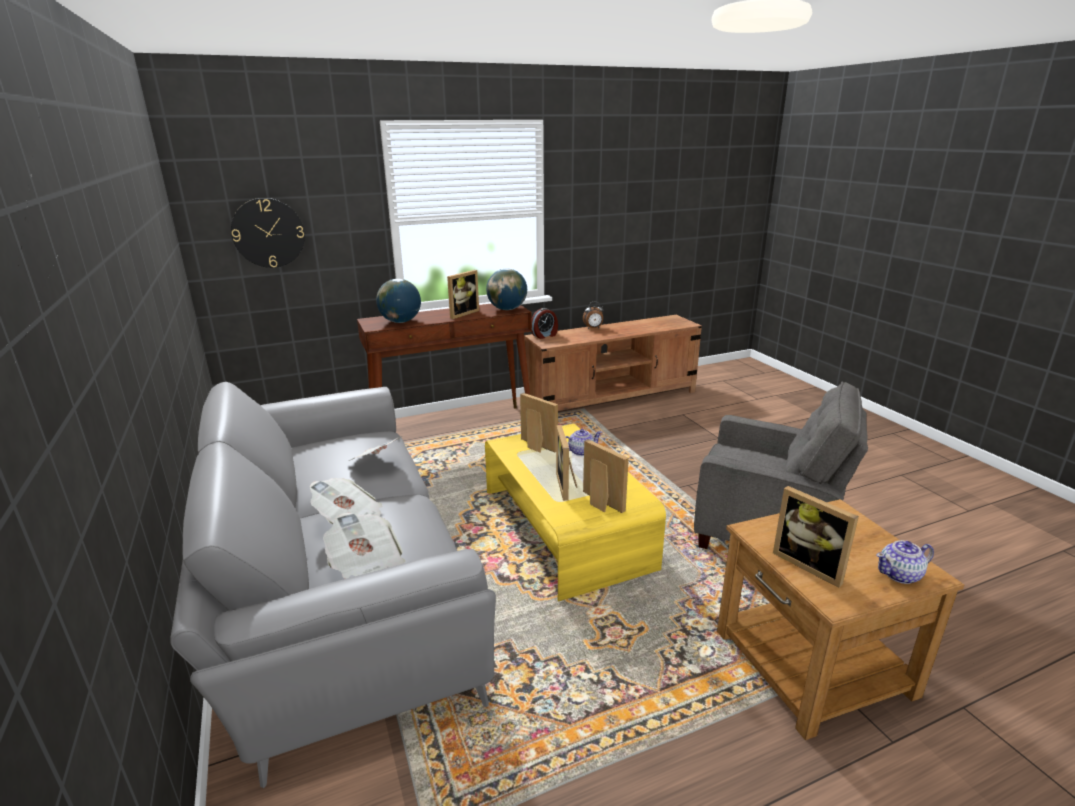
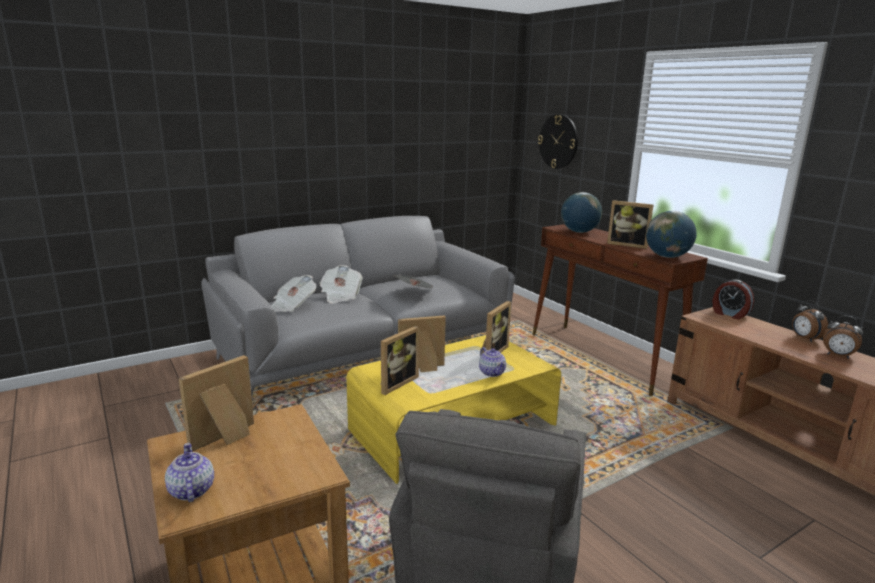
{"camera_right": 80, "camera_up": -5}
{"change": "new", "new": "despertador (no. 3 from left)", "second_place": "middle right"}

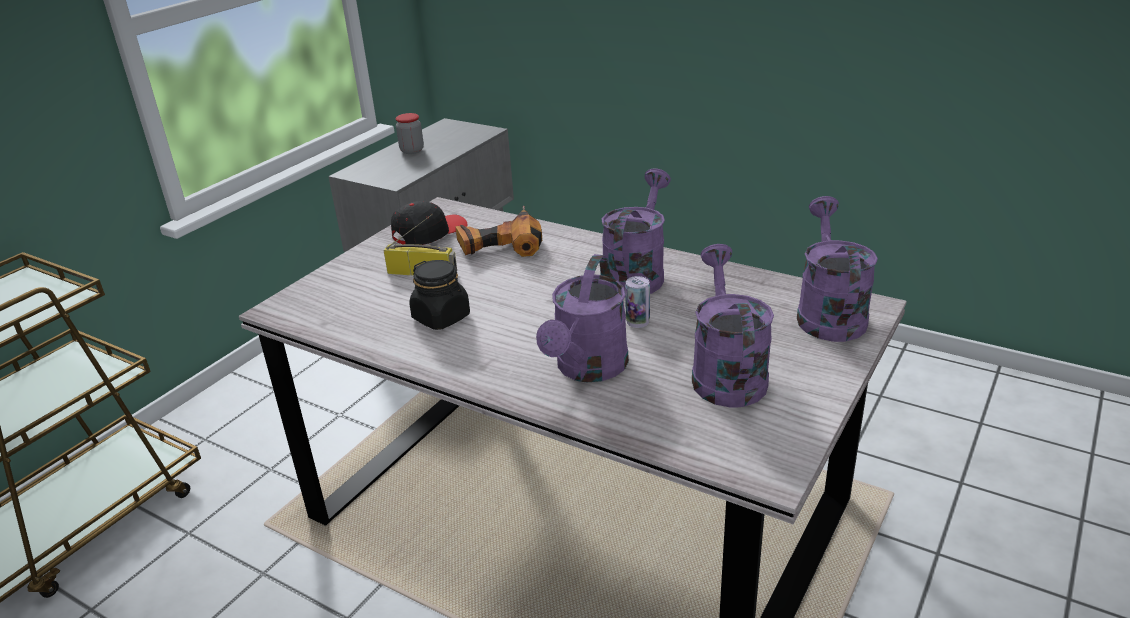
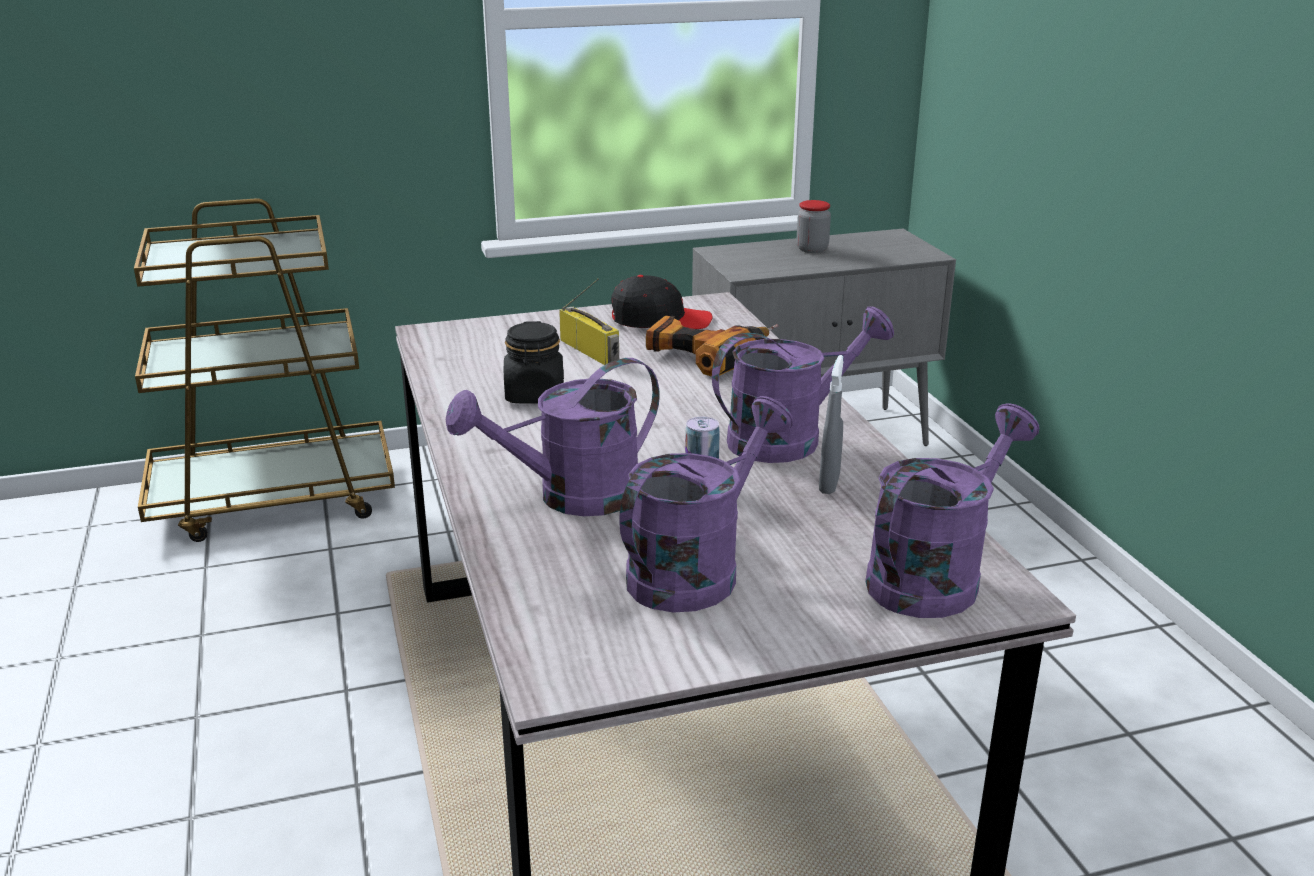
{"camera_right": 40, "camera_up": -5}
{"change": "new", "new": "pulverizador/gris", "second_place": "centre"}

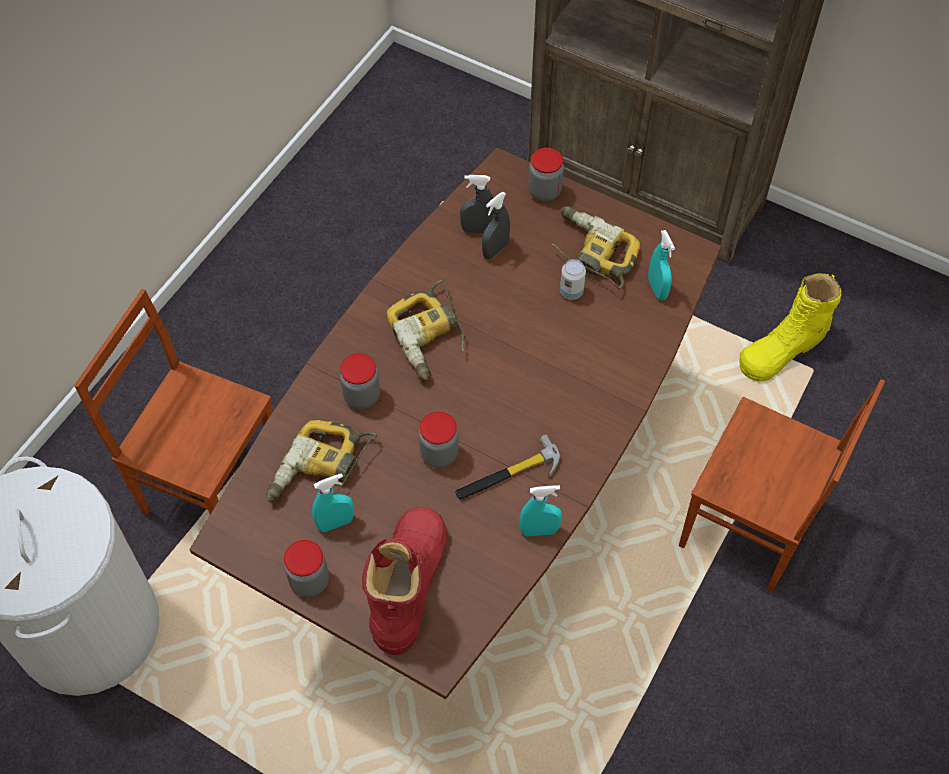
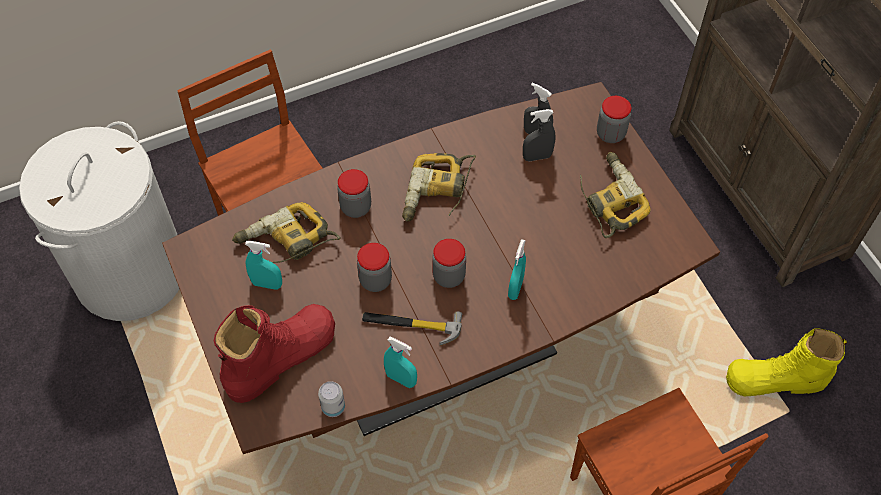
{"camera_right": 35, "camera_up": 0}
{"change": "shifted", "old": "pulverizador/turquesa (no. 3 from left)", "first_place": "middle right", "second_place": "centre"}
{"change": "shifted", "old": "lata", "first_place": "centre", "second_place": "bottom centre"}
{"change": "shifted", "old": "tarro (no. 1 from left in the first image)", "new": "tarro (no. 3 from left)", "first_place": "bottom left", "second_place": "centre"}

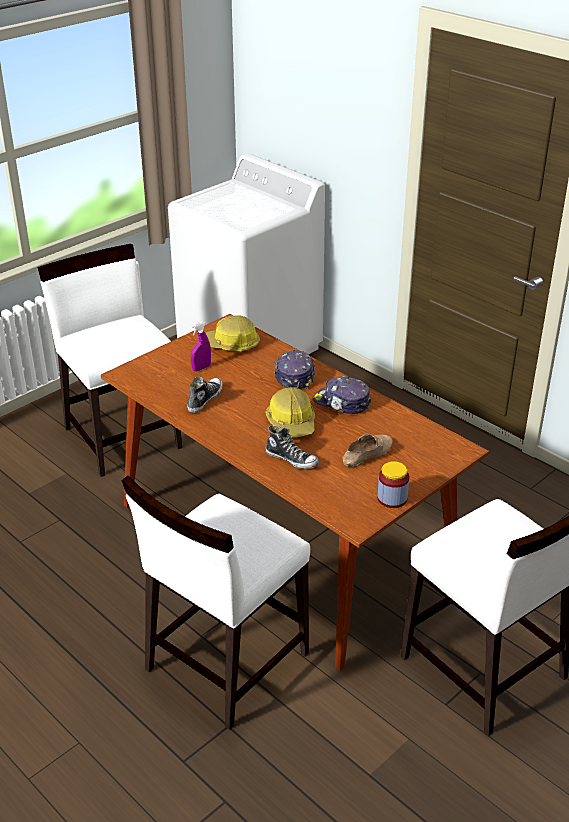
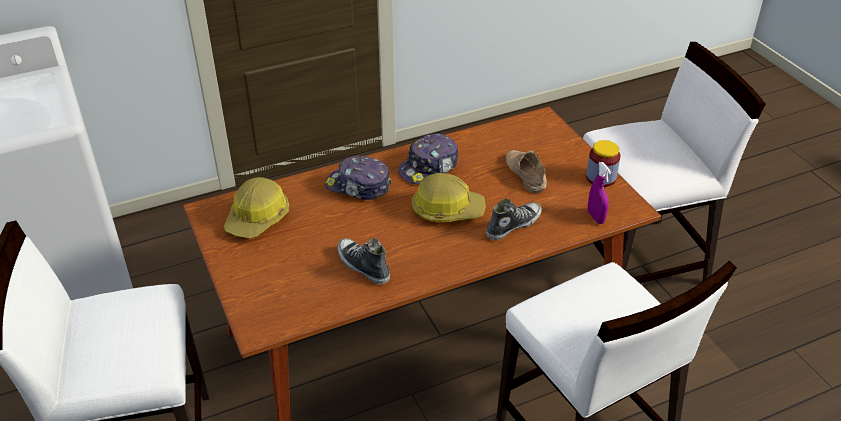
{"camera_right": -70, "camera_up": 5}
{"change": "shifted", "old": "pulverizador/morado", "first_place": "centre", "second_place": "middle right"}

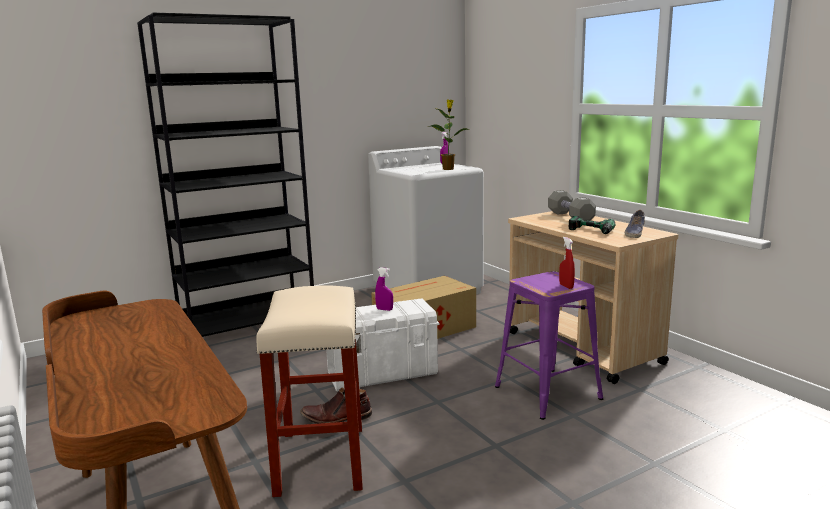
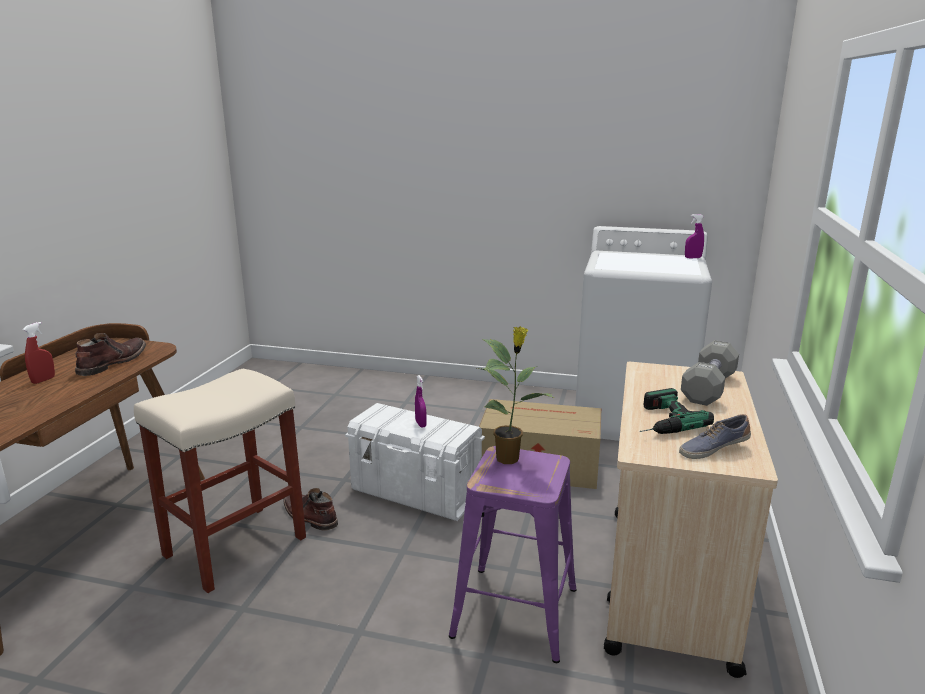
{"camera_right": 45, "camera_up": 5}
{"change": "gone", "old": "estantería/negro", "first_place": "middle left"}
{"change": "shifted", "old": "planta en maceta", "first_place": "top centre", "second_place": "centre"}
{"change": "shifted", "old": "pulverizador/rojo", "first_place": "middle right", "second_place": "middle left"}
{"change": "new", "new": "bota/marrón (no. 1 from left)", "second_place": "middle left"}

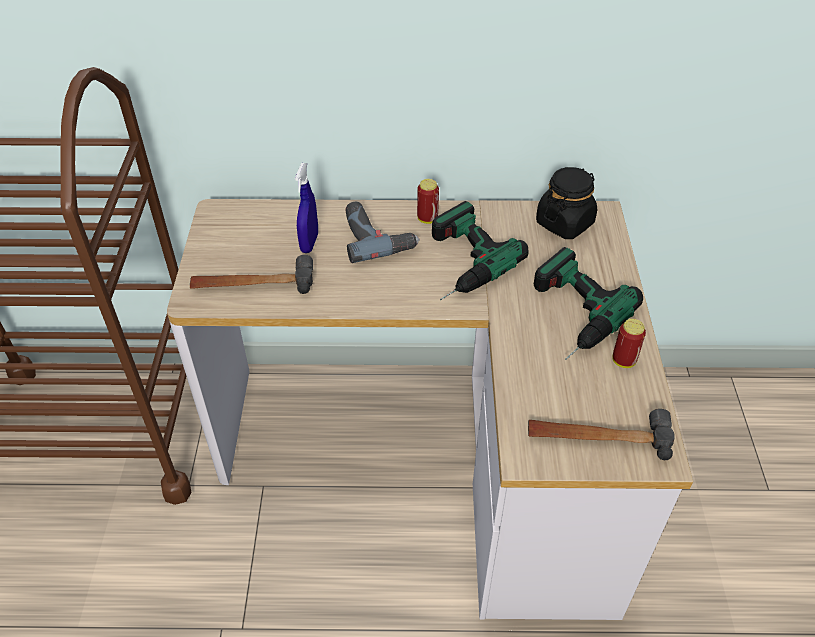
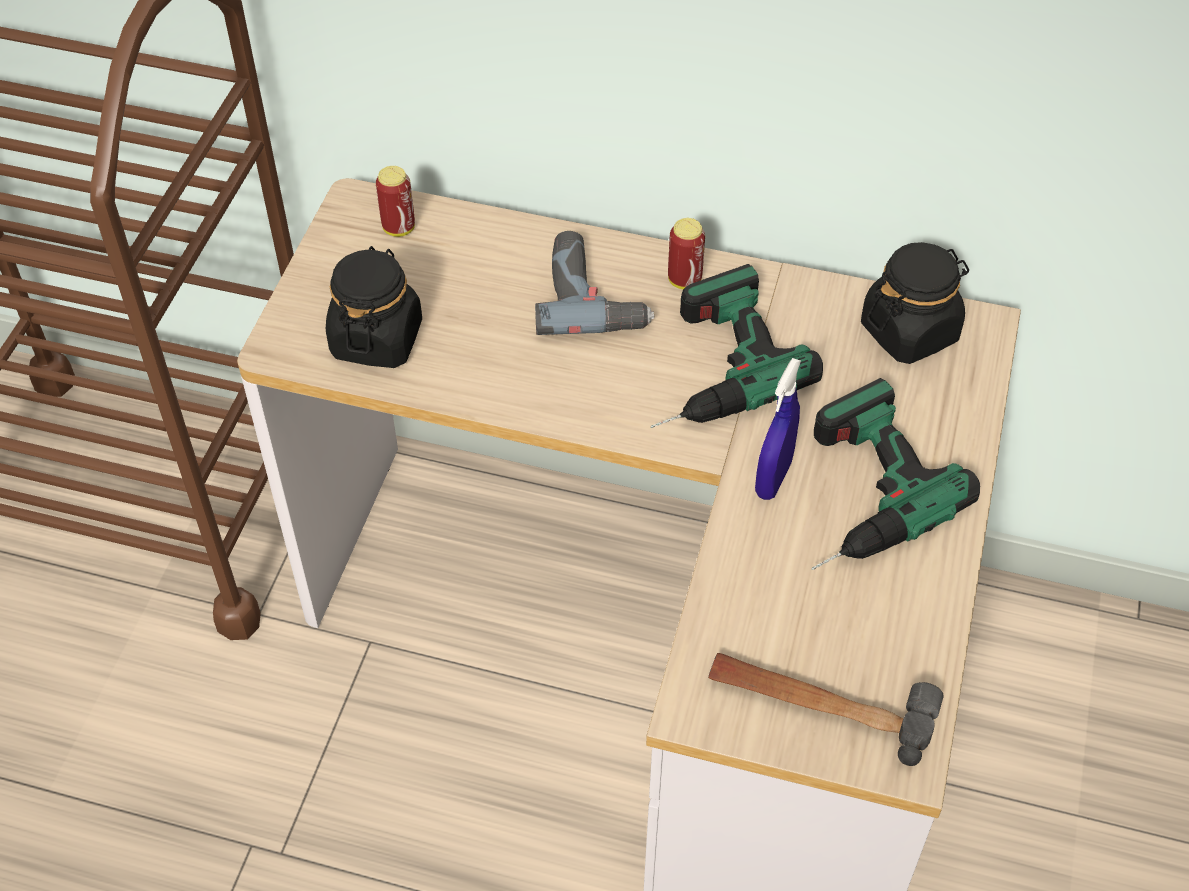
{"camera_right": 15, "camera_up": 5}
{"change": "shifted", "old": "pulverizador/azul", "first_place": "top centre", "second_place": "centre"}
{"change": "swapped", "old": "martillo (no. 1 from left)", "new": "tarro/negro (no. 1 from left)", "first_place": "middle left", "second_place": "middle left"}
{"change": "shifted", "old": "lata (no. 2 from left in the first image)", "new": "lata (no. 1 from left)", "first_place": "middle right", "second_place": "top left"}

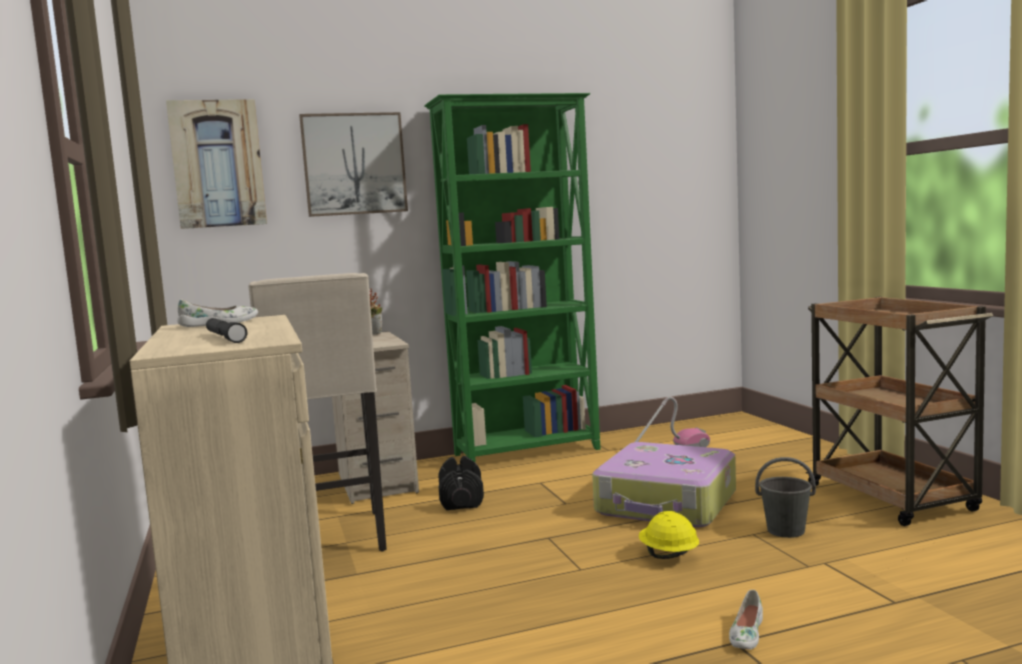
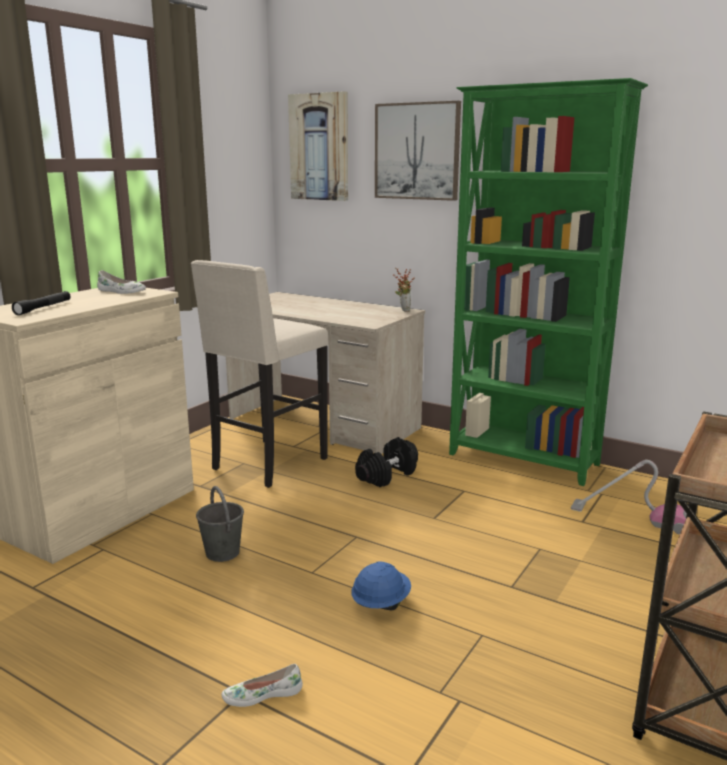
{"camera_right": 50, "camera_up": 10}
{"change": "gone", "old": "maleta", "first_place": "bottom centre"}
{"change": "shifted", "old": "cubo/gris", "first_place": "bottom right", "second_place": "bottom left"}
{"change": "repainted", "old": "casco/amarillo", "new": "casco/azul", "first_place": "bottom centre", "second_place": "bottom centre"}

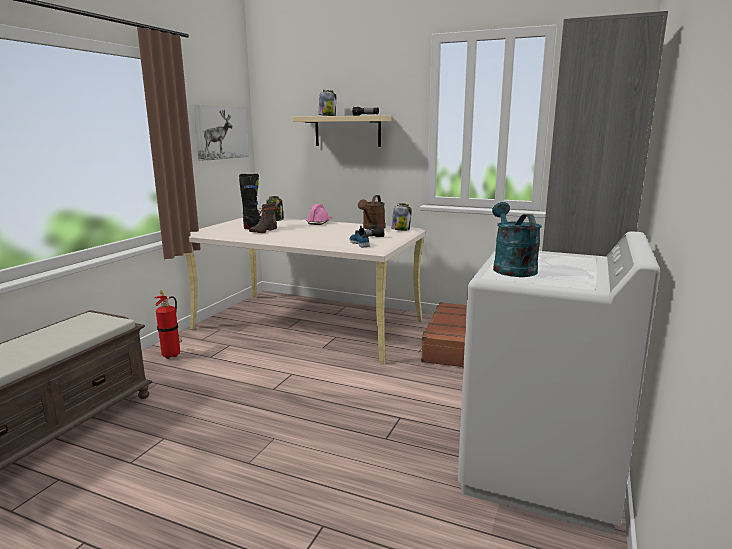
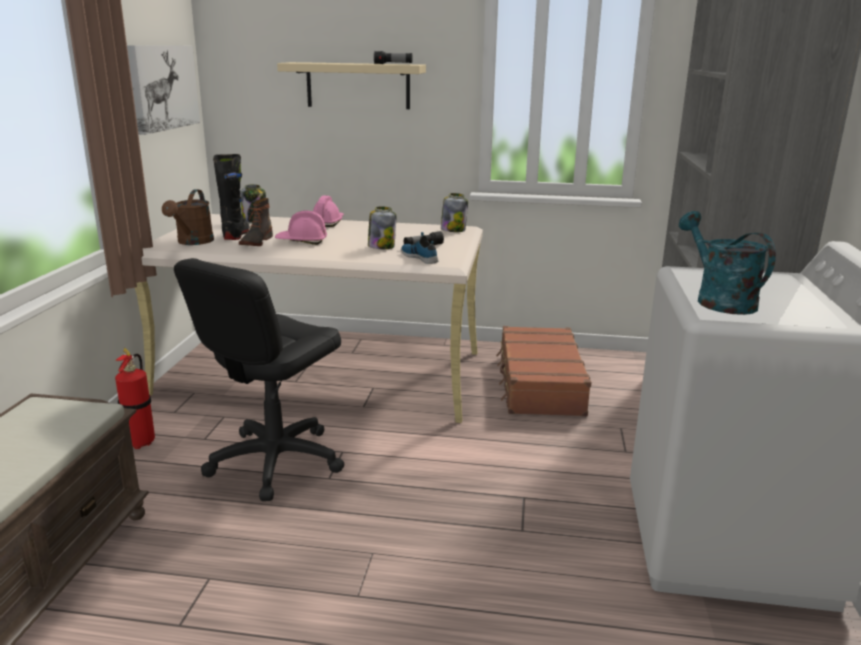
{"camera_right": -15, "camera_up": 5}
{"change": "shifted", "old": "tarro (no. 2 from left)", "first_place": "top centre", "second_place": "centre"}
{"change": "shifted", "old": "regadera/marrón", "first_place": "centre", "second_place": "middle left"}
{"change": "new", "new": "casco/rosa (no. 1 from left)", "second_place": "centre"}
{"change": "new", "new": "silla de oficina/negro", "second_place": "middle left"}

